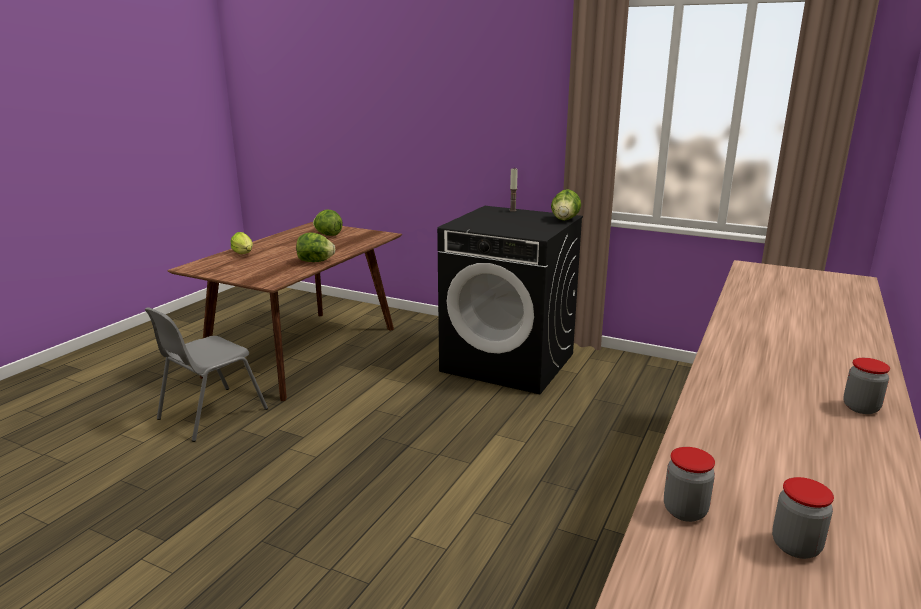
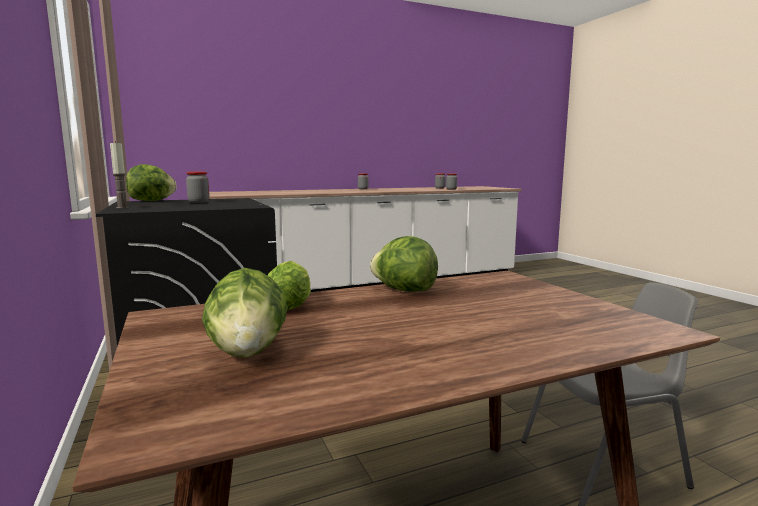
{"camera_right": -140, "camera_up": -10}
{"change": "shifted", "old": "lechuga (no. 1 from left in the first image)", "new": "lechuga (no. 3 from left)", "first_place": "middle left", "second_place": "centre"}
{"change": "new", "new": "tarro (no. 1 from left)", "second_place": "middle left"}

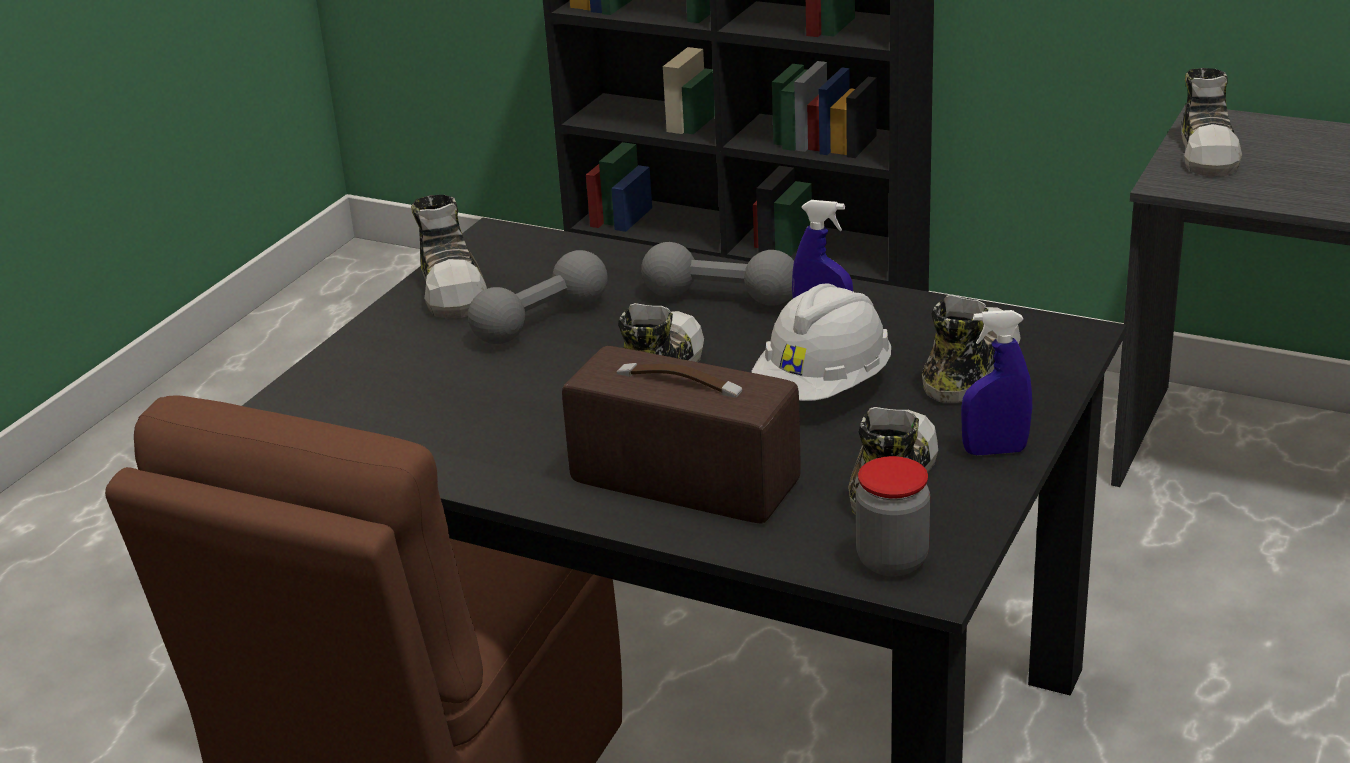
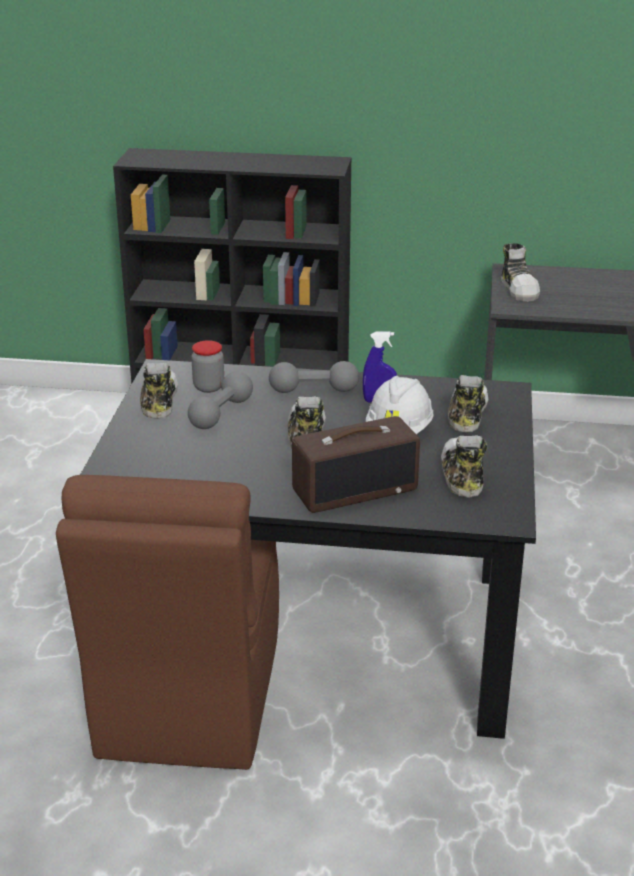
{"camera_right": -20, "camera_up": 0}
{"change": "rotated", "old": "zapato (no. 1 from left)", "first_place": "middle left", "second_place": "middle left", "degrees": -150}
{"change": "gone", "old": "pulverizador/azul (no. 2 from left)", "first_place": "middle right"}
{"change": "rotated", "old": "radio", "first_place": "centre", "second_place": "centre", "degrees": 150}
{"change": "shifted", "old": "tarro", "first_place": "bottom centre", "second_place": "middle left"}

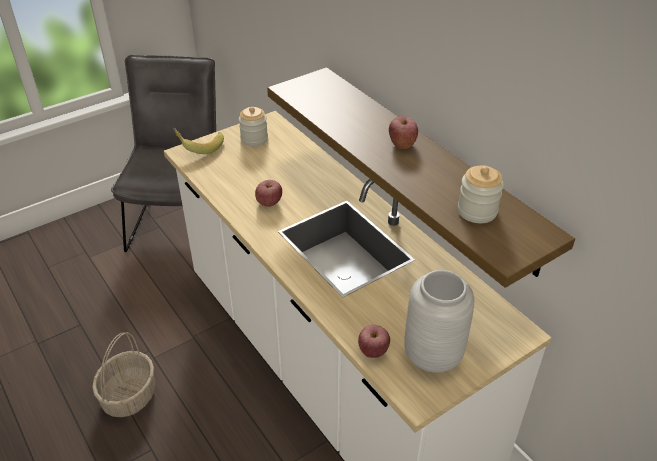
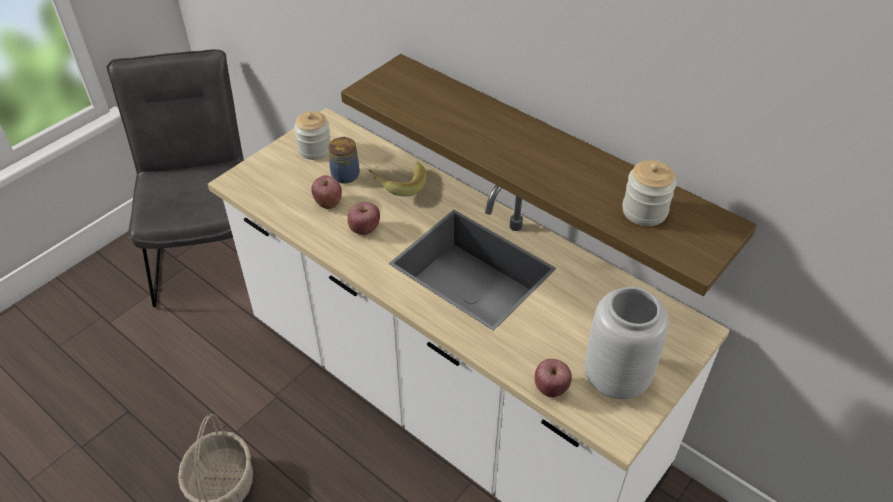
{"camera_right": -15, "camera_up": 5}
{"change": "shifted", "old": "manzana (no. 3 from left in the first image)", "new": "manzana (no. 1 from left)", "first_place": "top centre", "second_place": "centre"}
{"change": "shifted", "old": "plátano", "first_place": "top left", "second_place": "centre"}
{"change": "new", "new": "tarro (no. 2 from left)", "second_place": "top centre"}

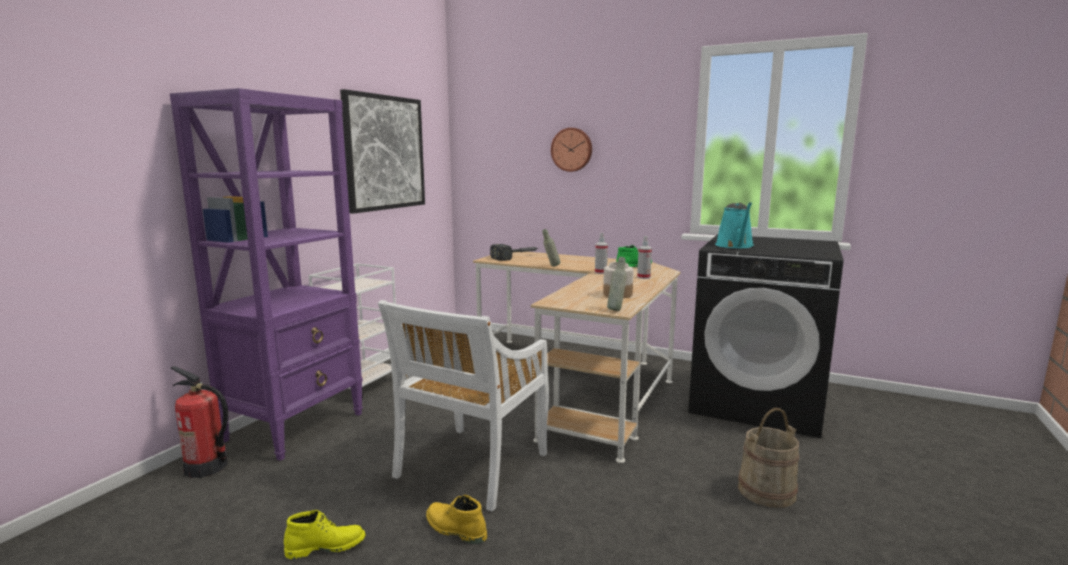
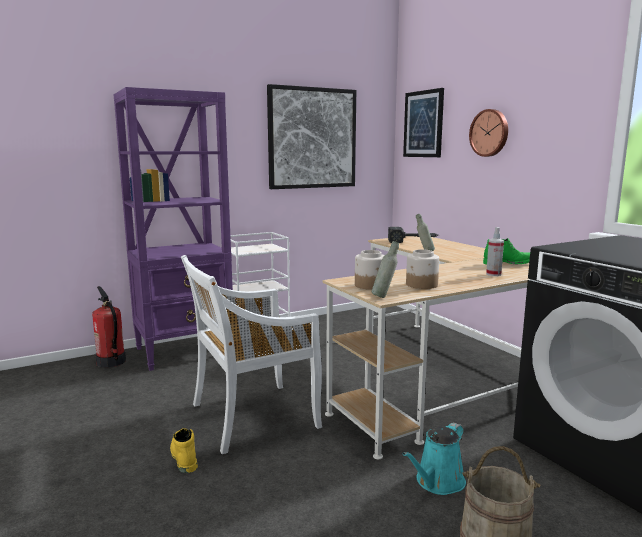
{"camera_right": 35, "camera_up": 0}
{"change": "shifted", "old": "regadera/turquesa", "first_place": "middle right", "second_place": "bottom right"}
{"change": "gone", "old": "pulverizador (no. 1 from left)", "first_place": "centre"}
{"change": "gone", "old": "bota/amarillo (no. 1 from left)", "first_place": "bottom left"}
{"change": "new", "new": "cuadro (no. 2 from left)", "second_place": "top centre"}
{"change": "new", "new": "tarro (no. 1 from left)", "second_place": "centre"}

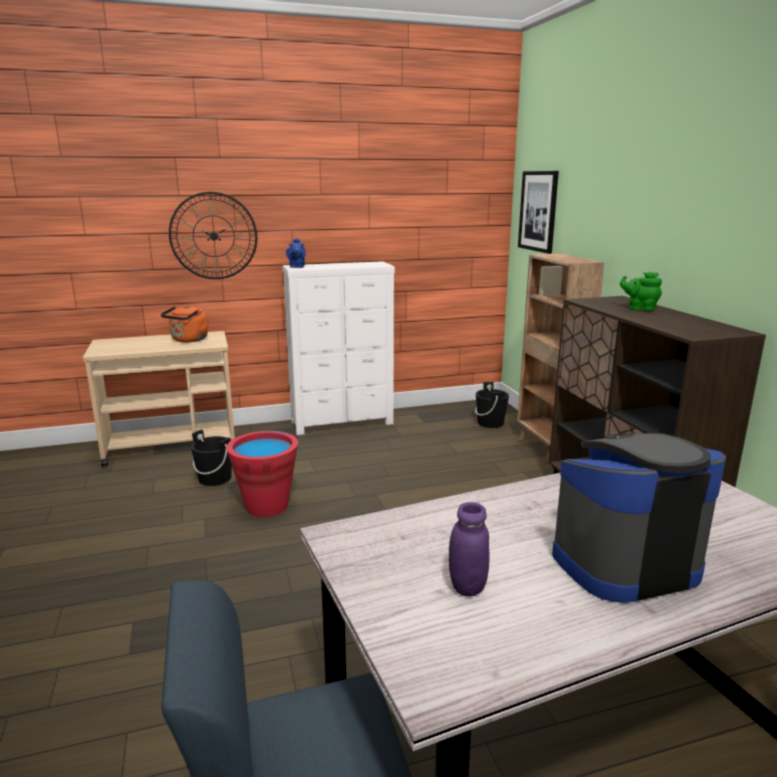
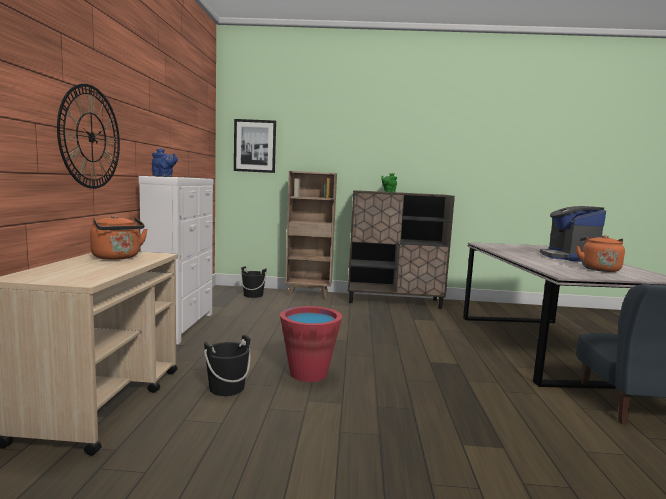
{"camera_right": -70, "camera_up": -10}
{"change": "swapped", "old": "tarro/morado", "new": "hervidor/naranja (no. 2 from left)", "first_place": "bottom centre", "second_place": "middle right"}

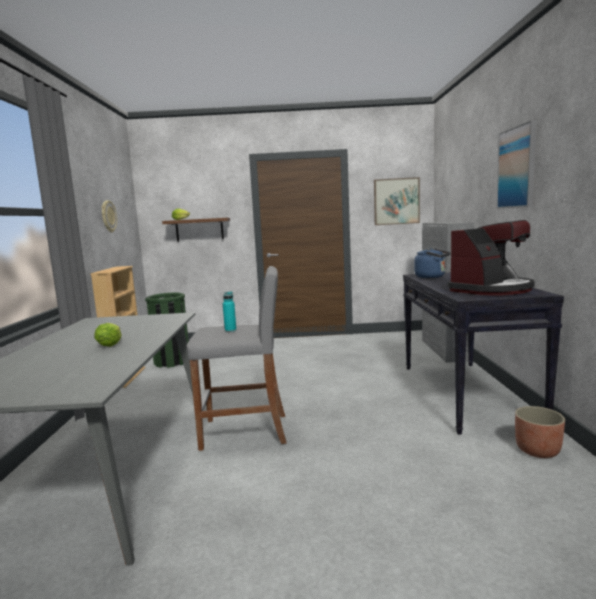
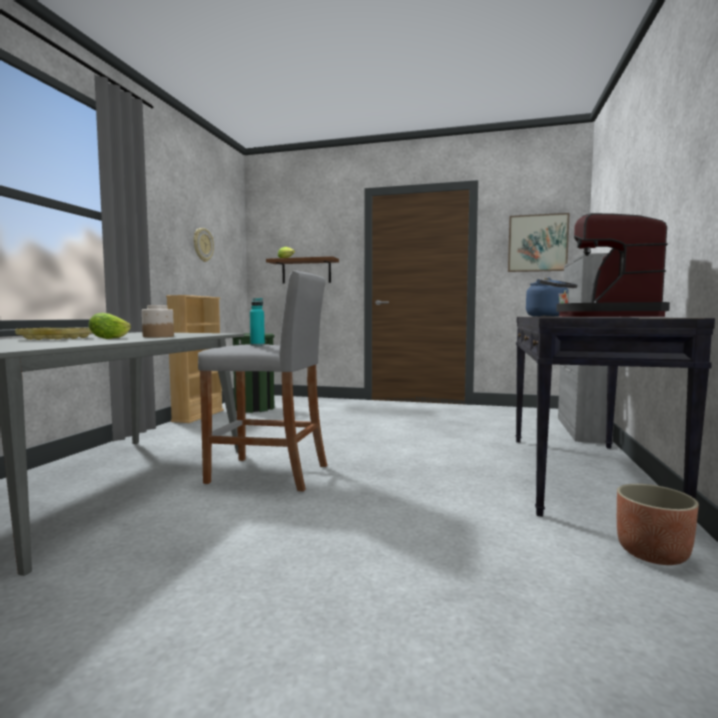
{"camera_right": 15, "camera_up": -5}
{"change": "gone", "old": "cuadro (no. 2 from left)", "first_place": "top right"}
{"change": "rotated", "old": "cafetera", "first_place": "middle right", "second_place": "middle right", "degrees": 135}
{"change": "new", "new": "tarro", "second_place": "middle left"}
{"change": "new", "new": "bandeja/amarillo", "second_place": "middle left"}

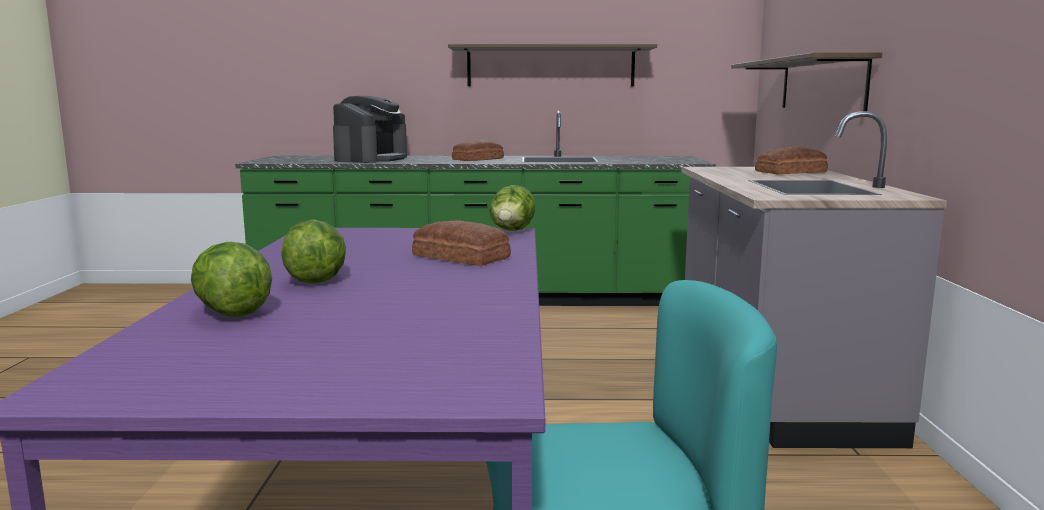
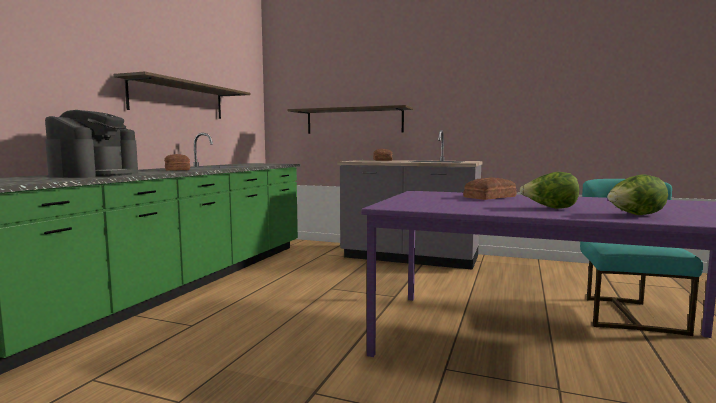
{"camera_right": -70, "camera_up": -5}
{"change": "rotated", "old": "cafetera", "first_place": "top centre", "second_place": "middle left", "degrees": 60}
{"change": "gone", "old": "lechuga (no. 3 from left)", "first_place": "centre"}

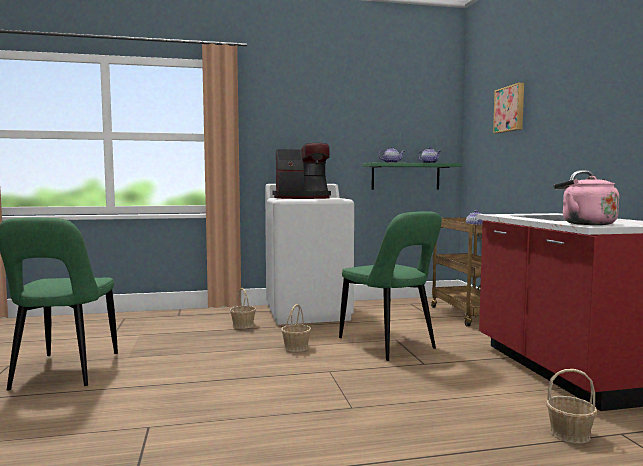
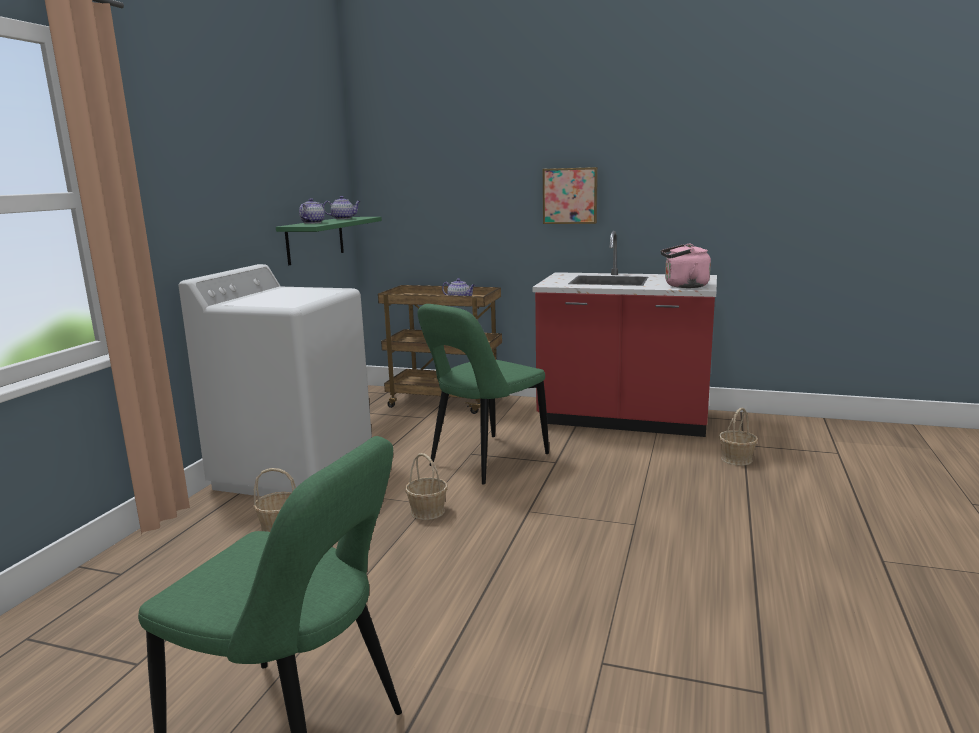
{"camera_right": -60, "camera_up": 10}
{"change": "shifted", "old": "cuadro", "first_place": "top right", "second_place": "top centre"}
{"change": "gone", "old": "cafetera", "first_place": "centre"}
{"change": "rotated", "old": "silla/verde (no. 2 from left)", "first_place": "centre", "second_place": "centre", "degrees": 135}

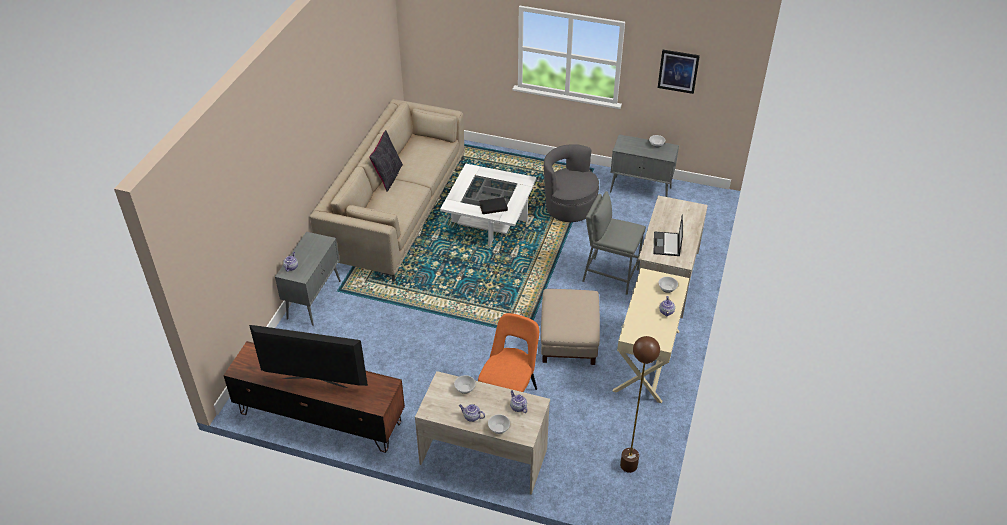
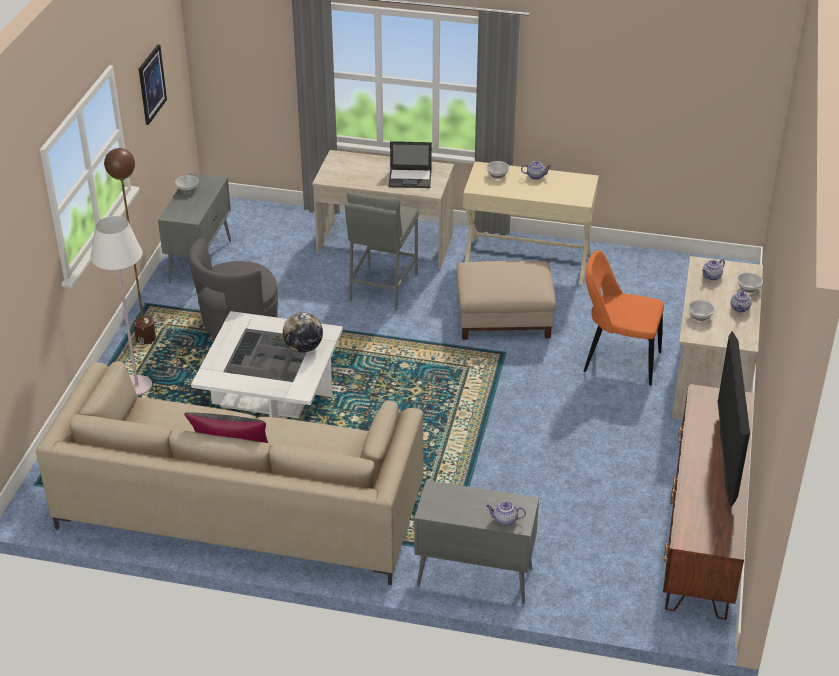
{"camera_right": -95, "camera_up": -5}
{"change": "swapped", "old": "libro/negro", "new": "globo terráqueo", "first_place": "centre", "second_place": "centre"}
{"change": "shifted", "old": "lámpara de pie/marrón", "first_place": "bottom centre", "second_place": "middle left"}
{"change": "new", "new": "lámpara de pie/blanco", "second_place": "middle left"}

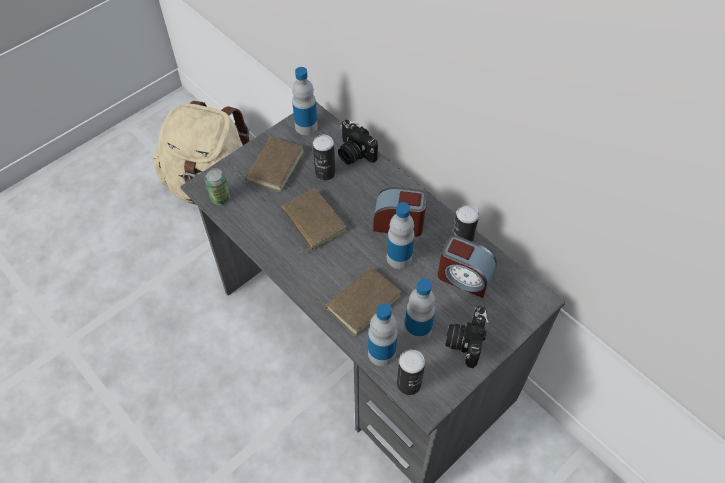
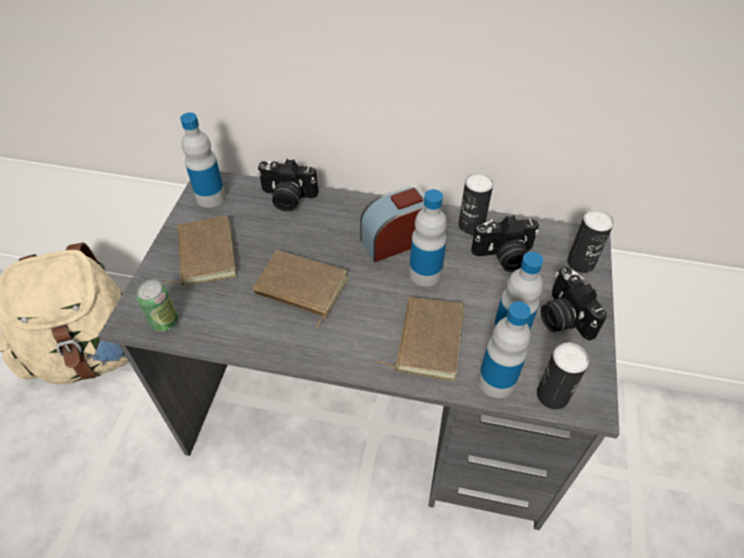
{"camera_right": -35, "camera_up": -5}
{"change": "shifted", "old": "lata (no. 2 from left in the first image)", "new": "lata (no. 4 from left)", "first_place": "top centre", "second_place": "middle right"}
{"change": "swapped", "old": "despertador (no. 2 from left)", "new": "cámara (no. 2 from left)", "first_place": "centre", "second_place": "middle right"}

